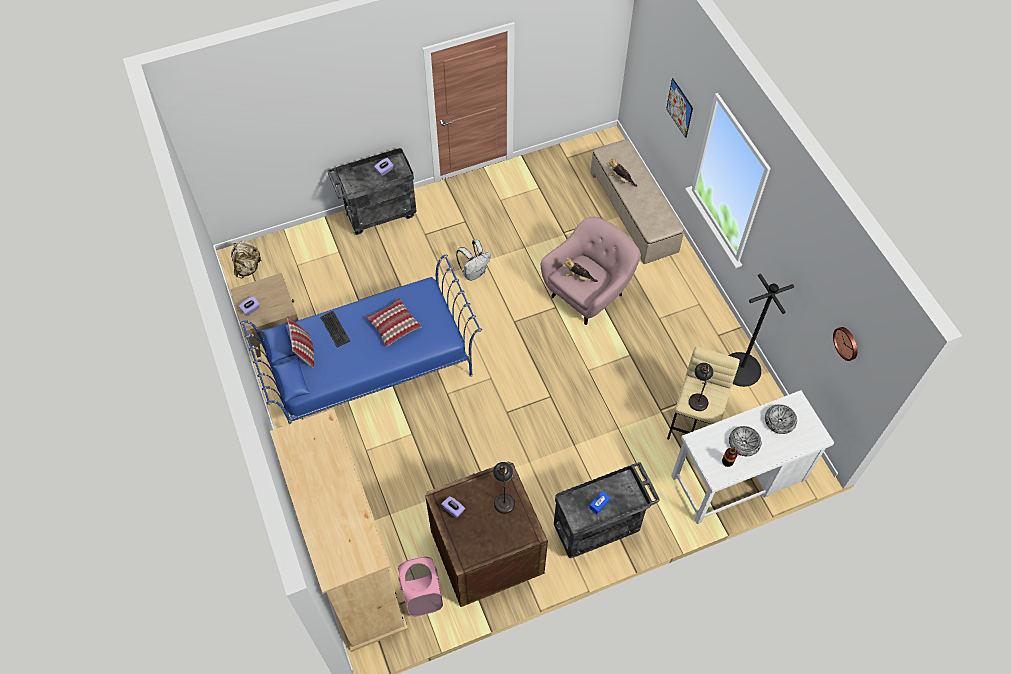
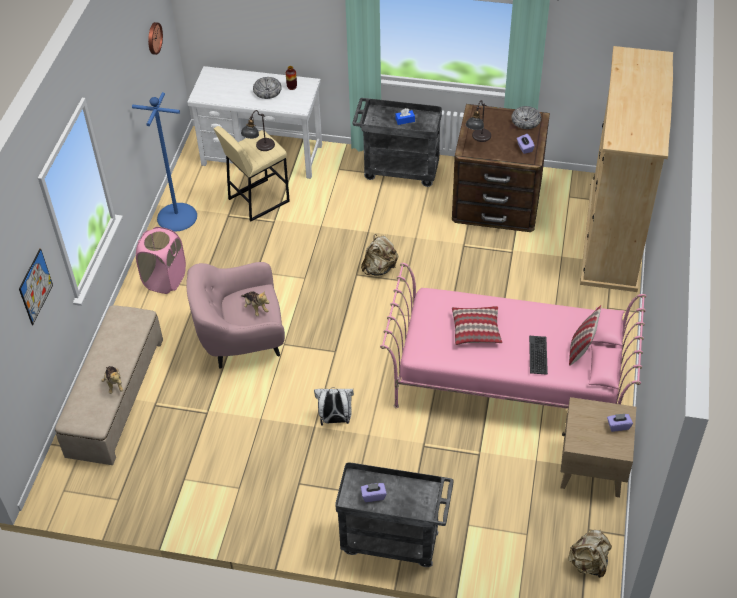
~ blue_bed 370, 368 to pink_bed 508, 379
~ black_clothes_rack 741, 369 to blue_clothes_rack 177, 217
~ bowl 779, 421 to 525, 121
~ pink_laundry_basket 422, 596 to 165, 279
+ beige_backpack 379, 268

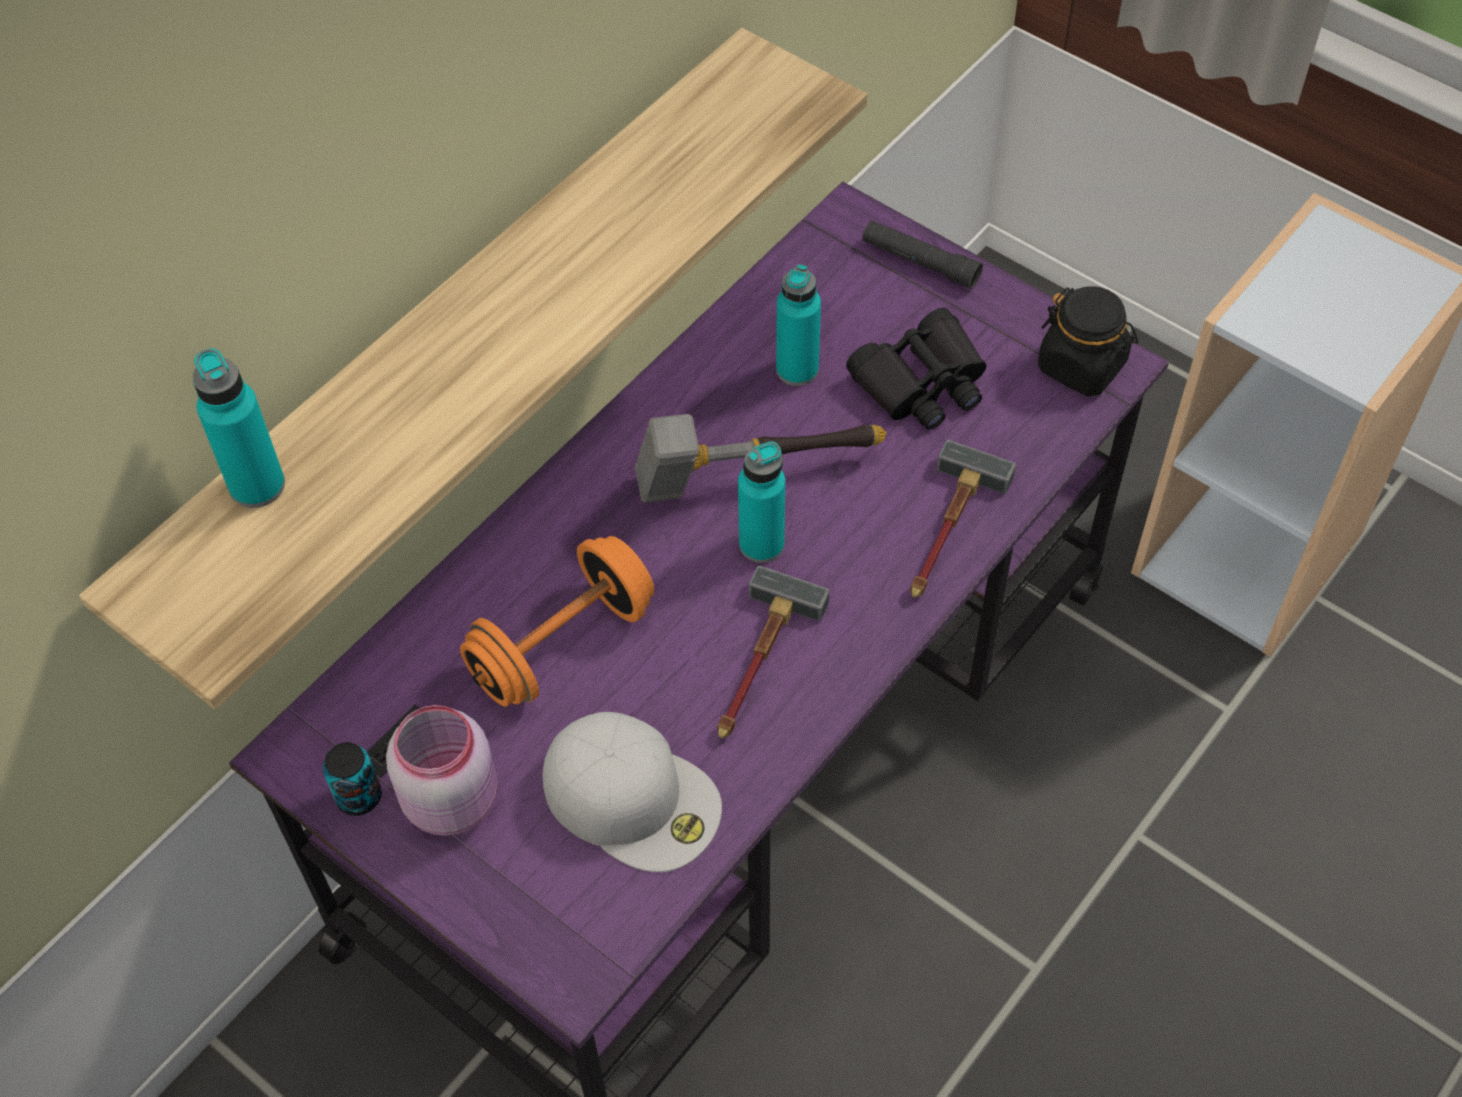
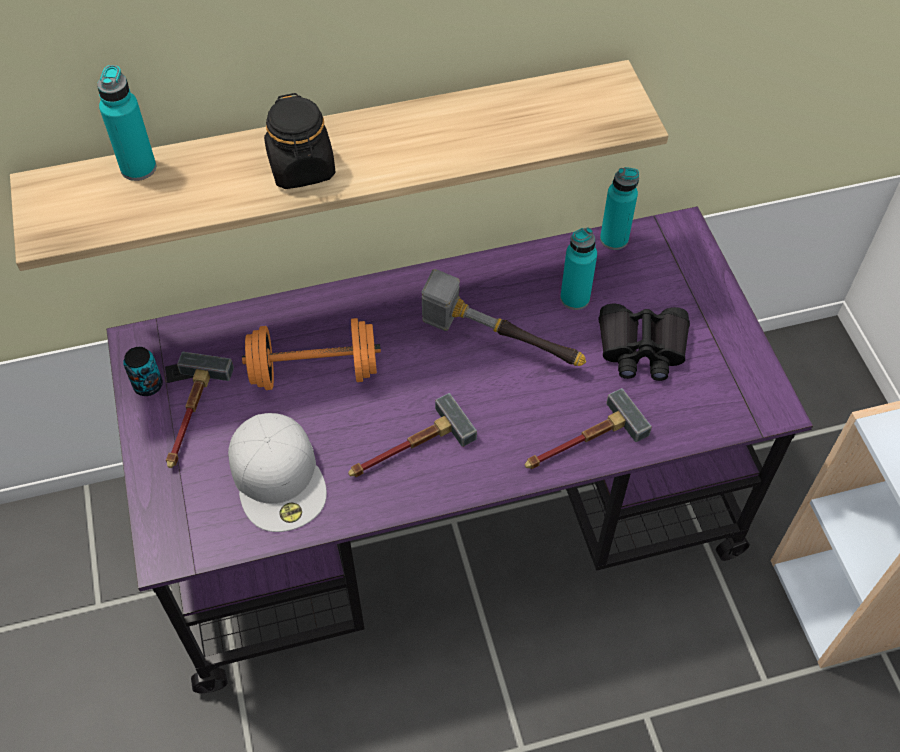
- black_flashlight 920, 262
~ black_jar 1082, 366 to 302, 168
~ turquoise_bottle 761, 544 to 614, 239
~ pink_jar 452, 798 to hammer 191, 416

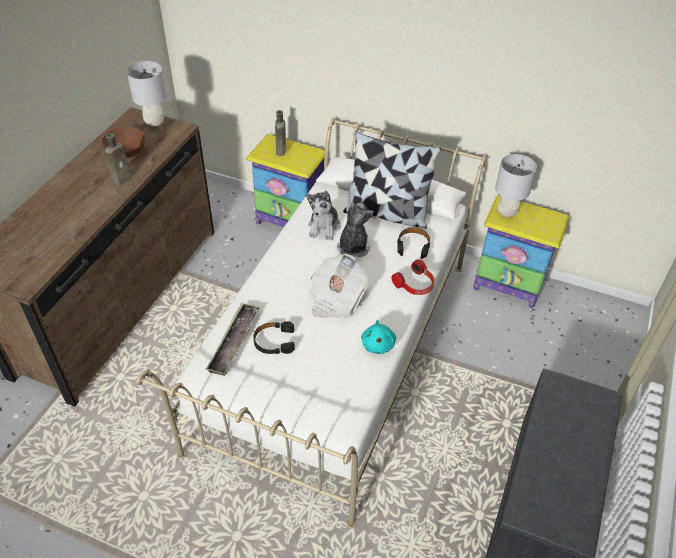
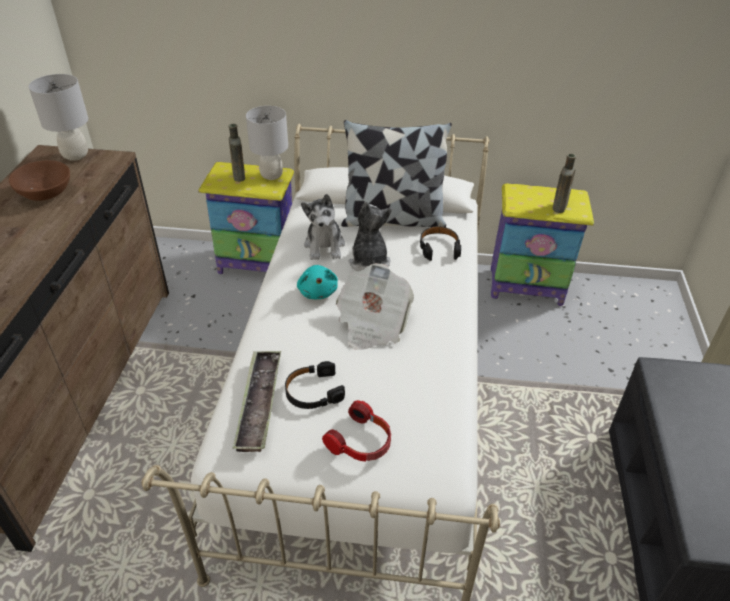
~ brown_bottle 123, 179 to 559, 206
~ grey_table_lamp 507, 212 to 272, 176
~ headphones 415, 285 to 361, 442
~ turquoise_plush_toy 378, 344 to 318, 291

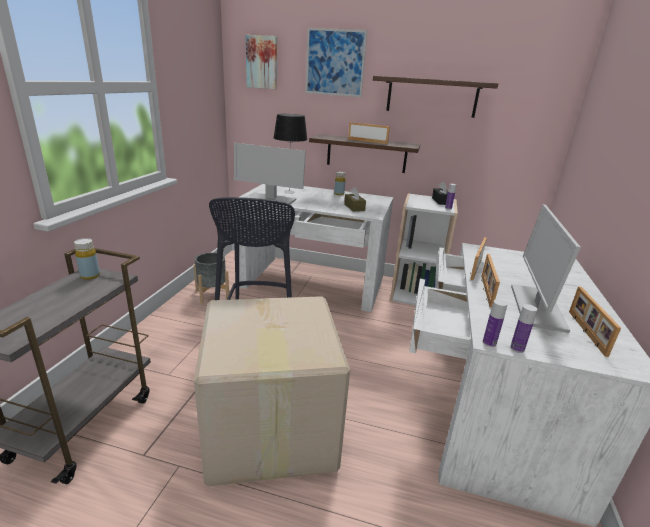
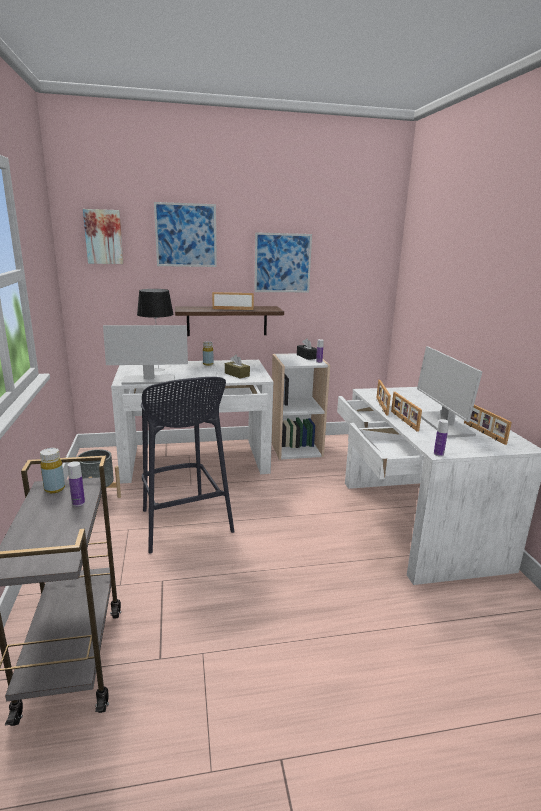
~ shelf 431, 97 to picture 282, 263
- cardboard_box 269, 430
~ bottle 517, 348 to 78, 503

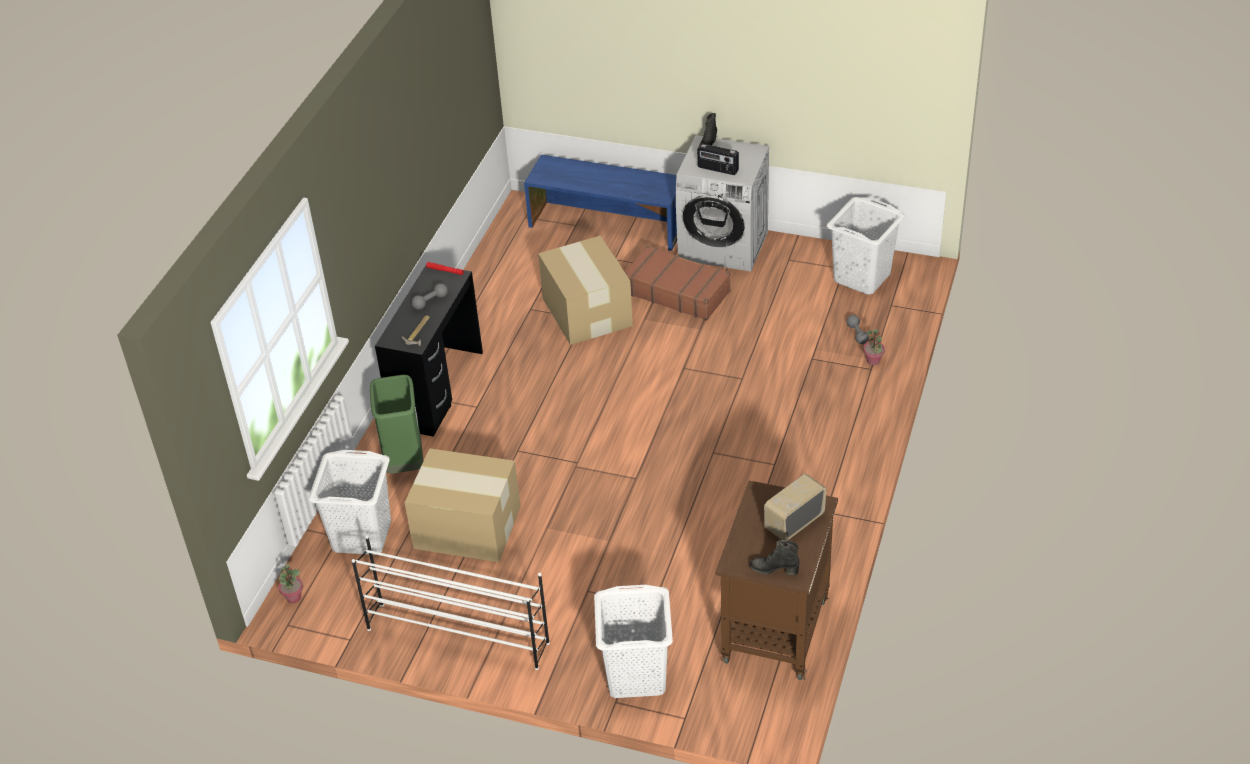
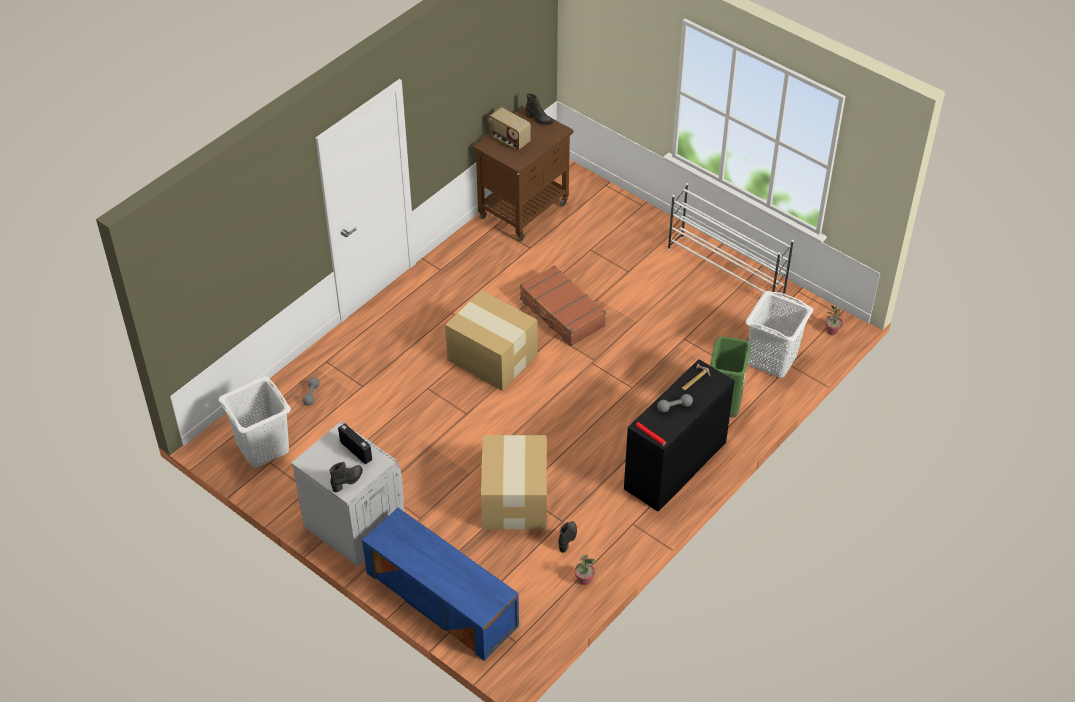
~ brown_suitcase 677, 292 to 562, 313
~ potted_plant 873, 360 to 584, 579
~ cardboard_box 468, 528 to 491, 356
~ radio 793, 522 = 509, 140 60 degrees clockwise
- white_laundry_basket 636, 676
+ black_boot 568, 539

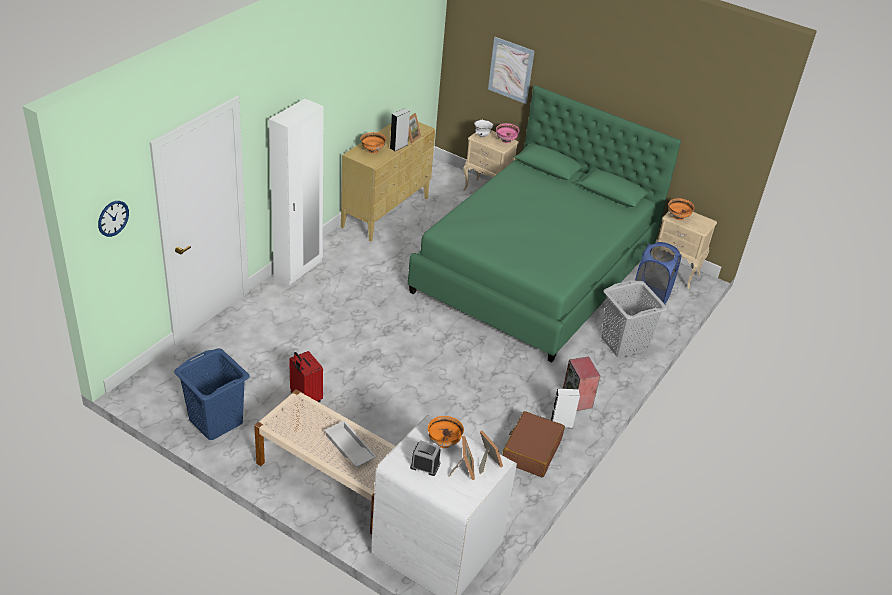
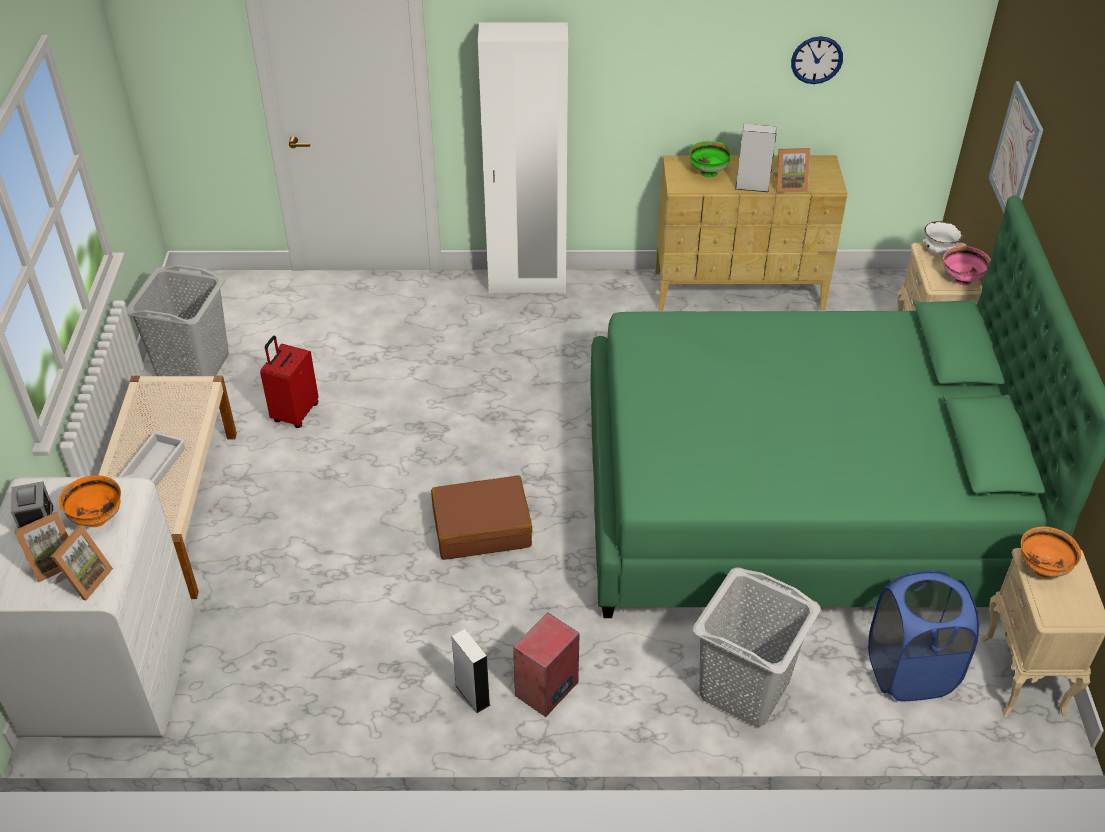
~ orange_bowl 372, 151 to green_bowl 708, 172
~ wall_clock 113, 218 to 816, 60
~ blue_laundry_basket 216, 421 to grey_laundry_basket 193, 366
~ brown_suitcase 531, 450 to 482, 527

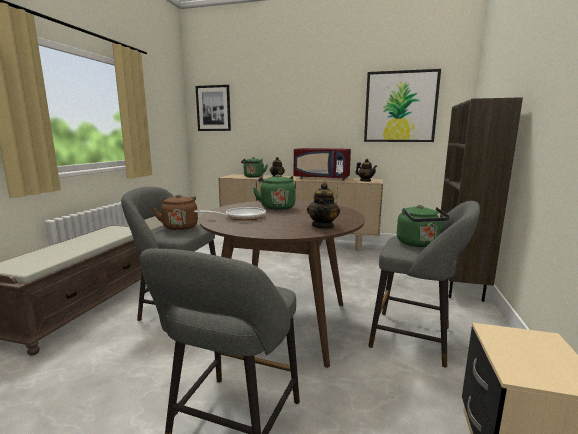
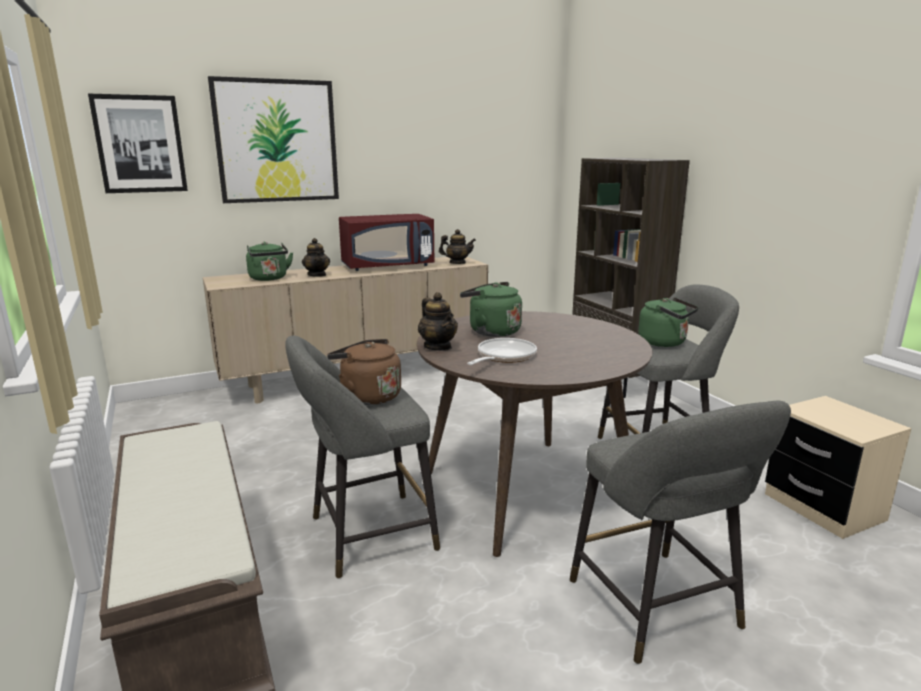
~ picture 400, 107 to 277, 141
~ teapot 323, 226 to 438, 347

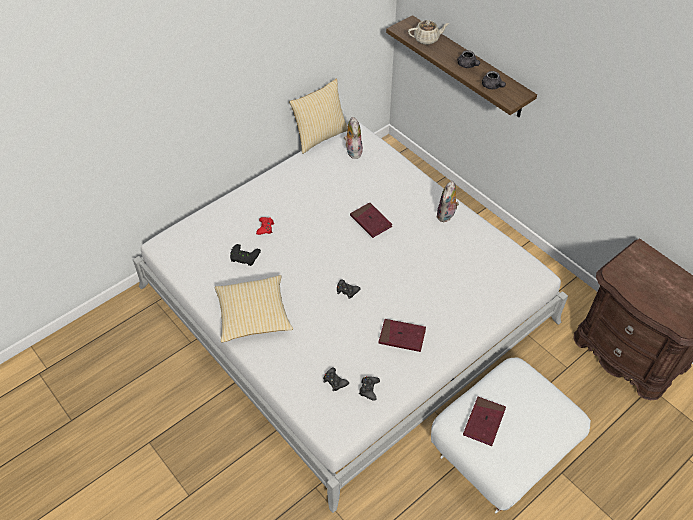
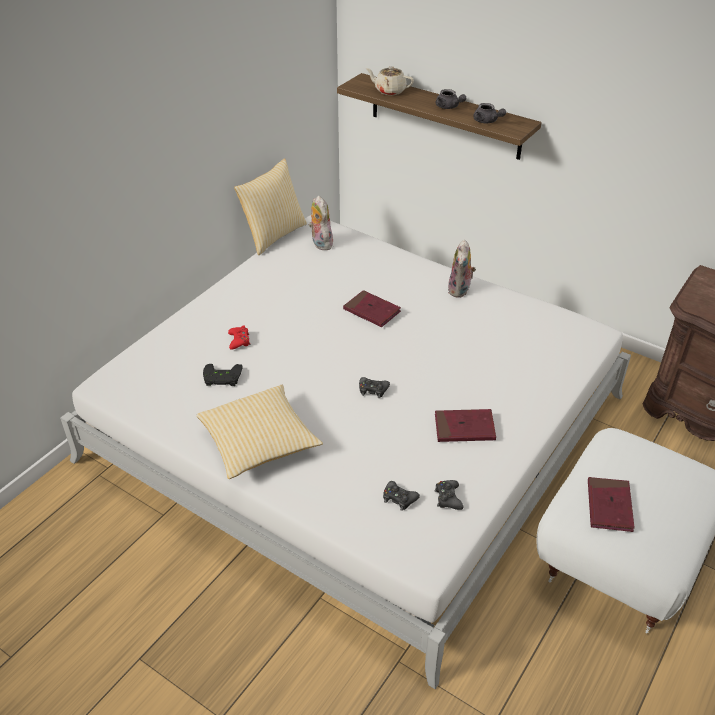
~ beige_teapot 427, 39 = 389, 91 135 degrees counterclockwise

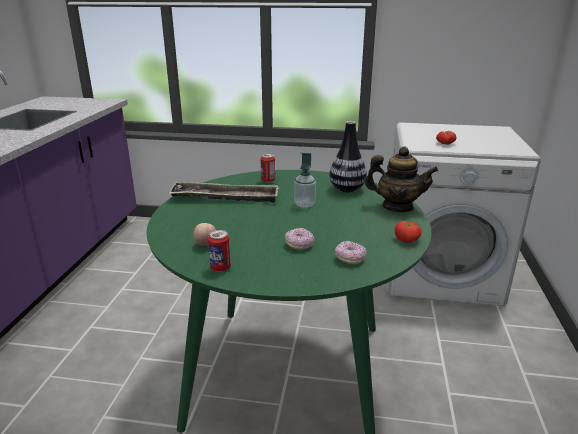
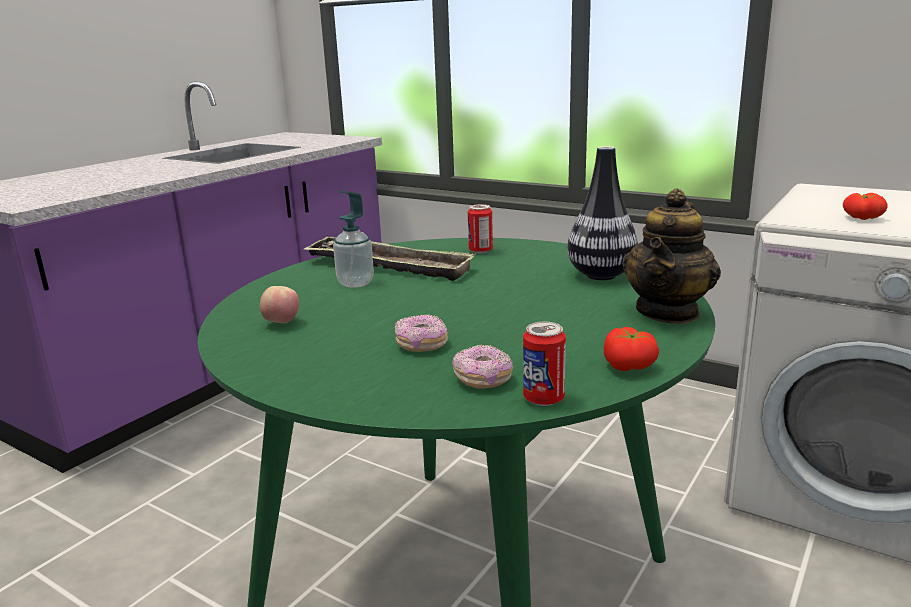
~ teapot 397, 207 = 668, 312 75 degrees clockwise
~ soap_dispenser 304, 204 to 355, 283
~ can 220, 268 to 543, 399

